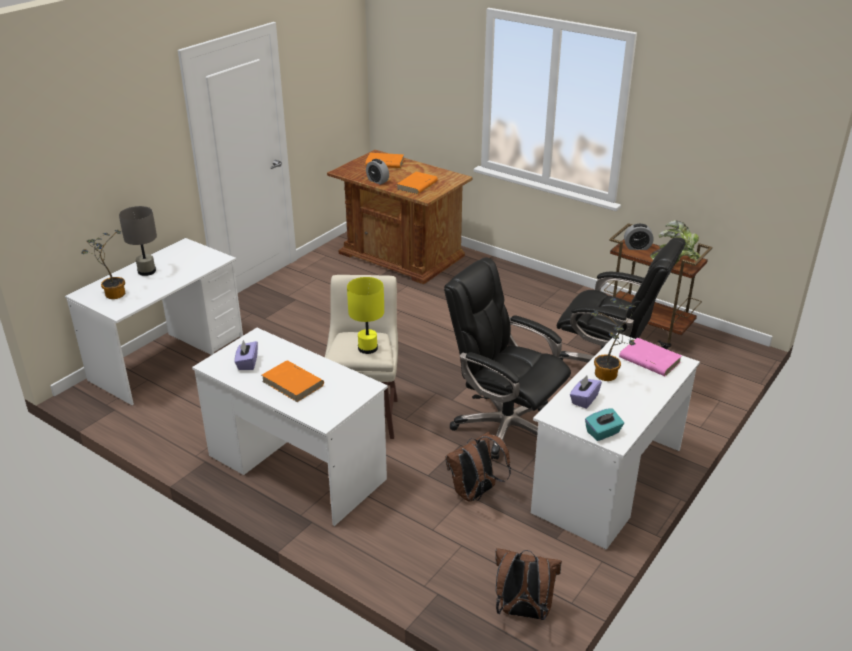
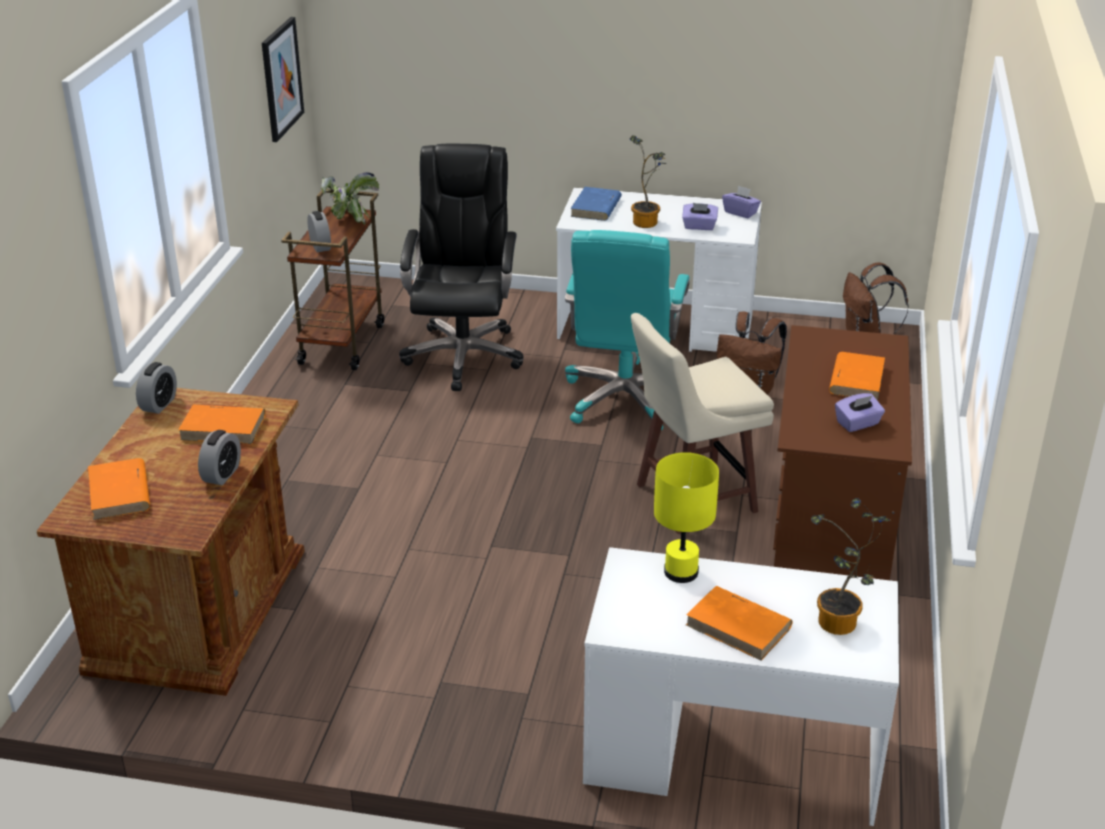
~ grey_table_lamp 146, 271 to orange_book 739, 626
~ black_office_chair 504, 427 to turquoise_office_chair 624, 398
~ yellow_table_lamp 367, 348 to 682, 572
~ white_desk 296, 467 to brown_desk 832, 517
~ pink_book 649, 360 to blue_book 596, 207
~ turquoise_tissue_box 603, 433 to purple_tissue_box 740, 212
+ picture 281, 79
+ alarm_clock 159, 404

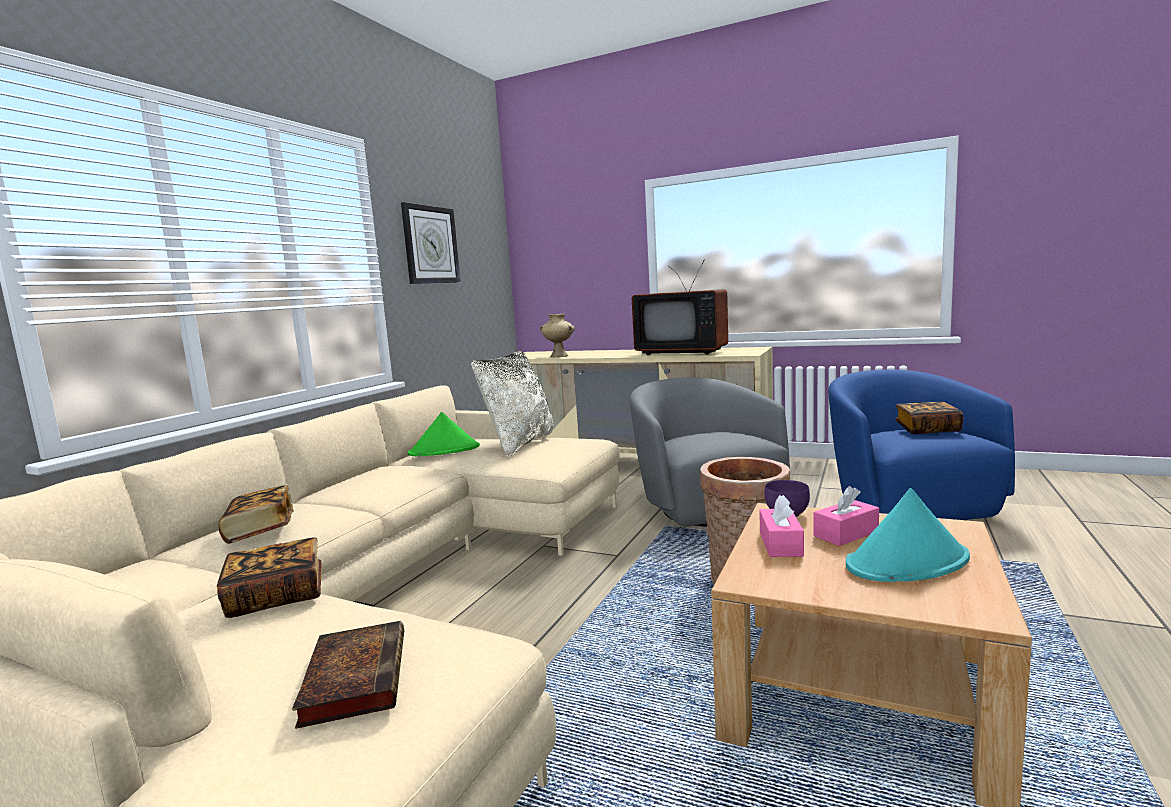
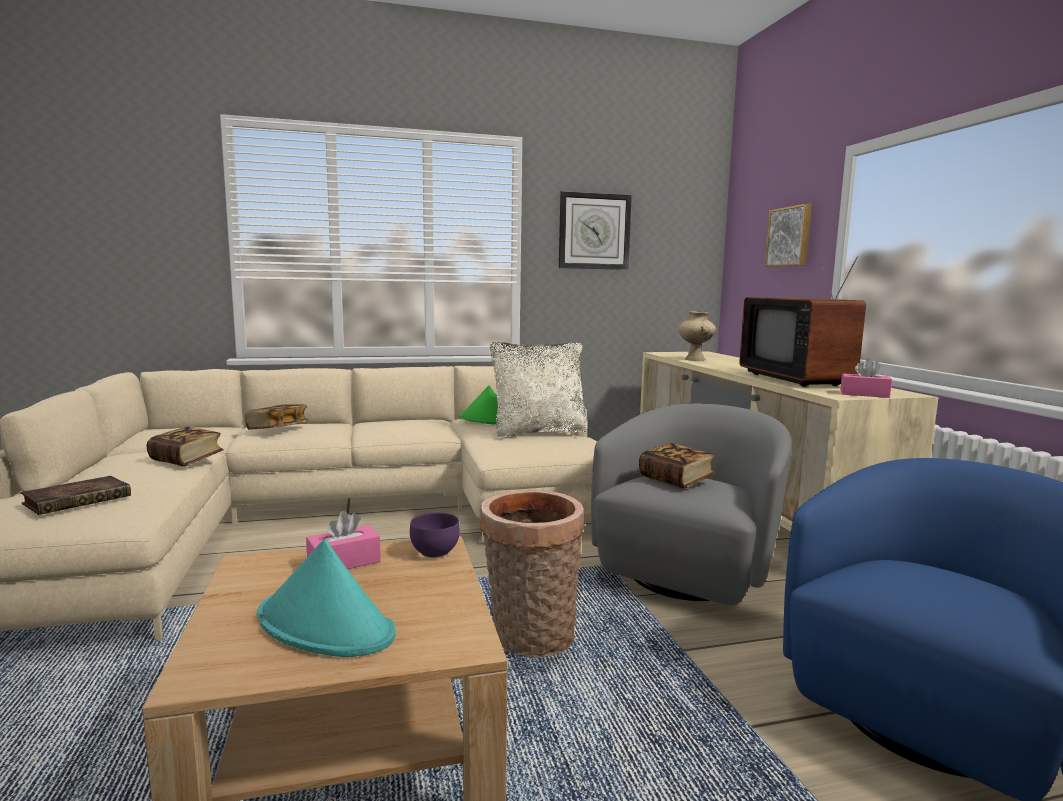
~ book 927, 430 to 676, 480
~ pink_tissue_box 846, 534 to 864, 394
+ picture 790, 237

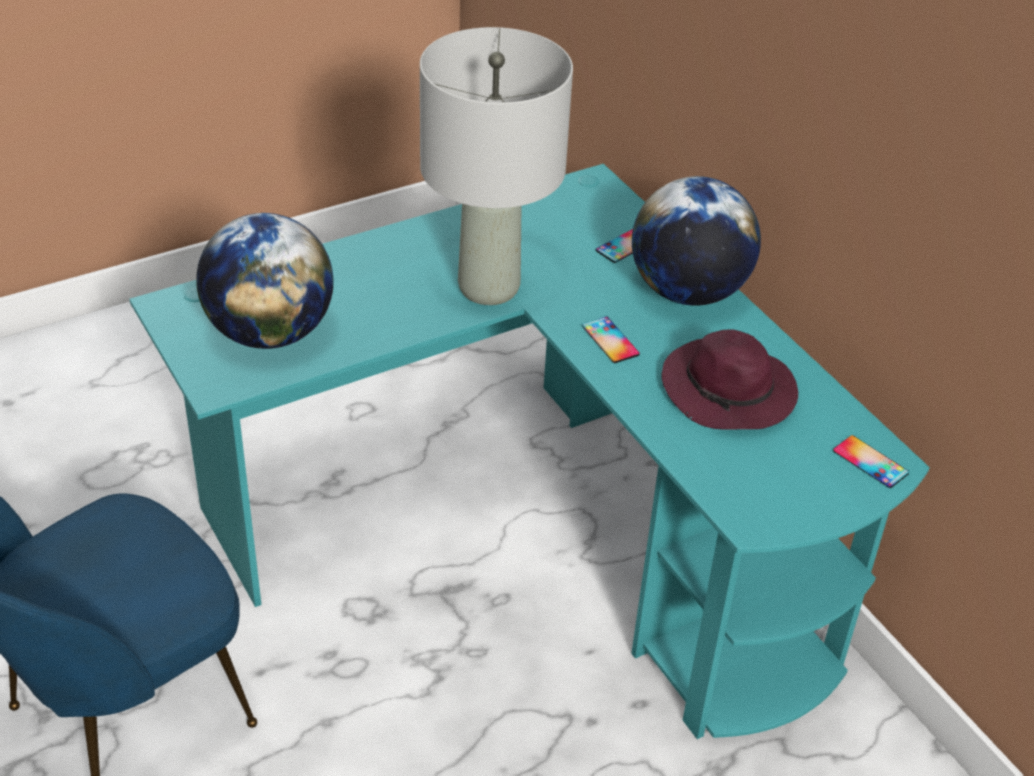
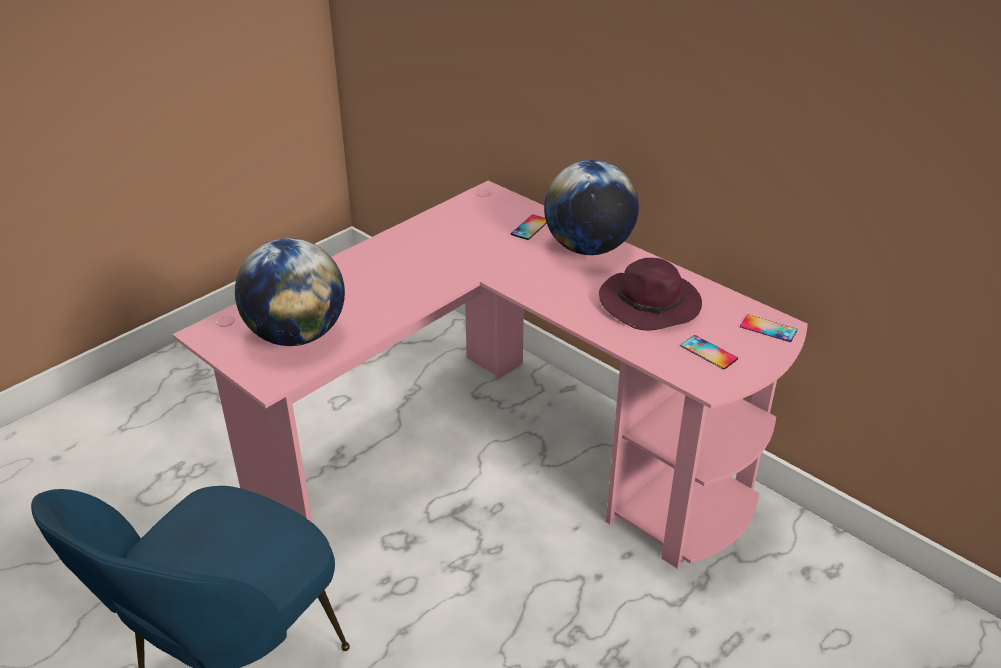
- grey_table_lamp 490, 287
~ turquoise_desk 536, 533 to pink_desk 503, 456
~ phone 610, 340 to 708, 352

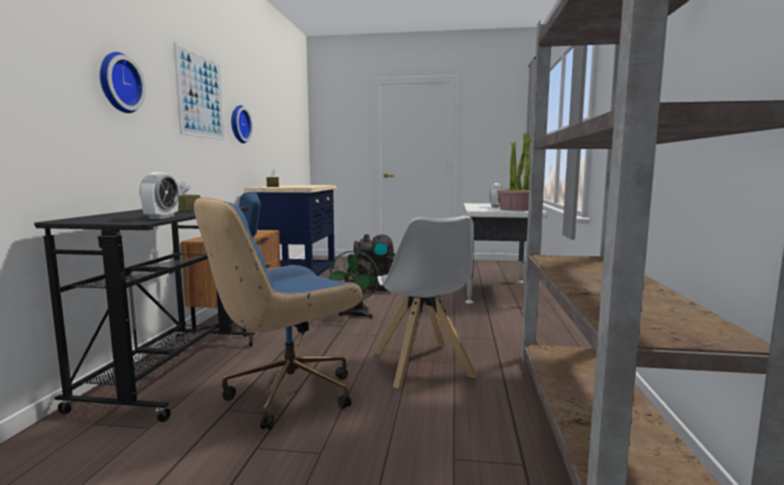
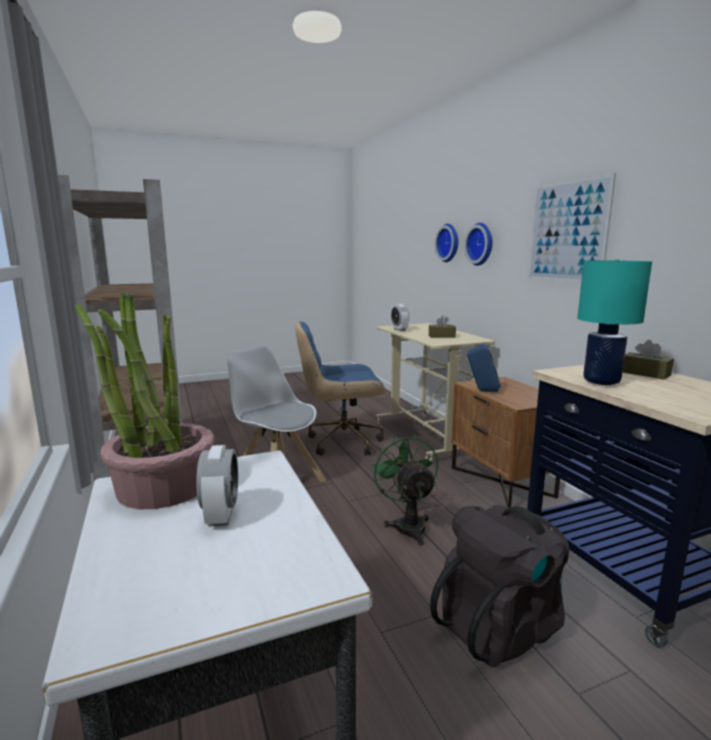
~ wall_clock 238, 124 to 449, 243
~ blue_office_chair 287, 396 = 341, 442 120 degrees counterclockwise
~ black_desk 172, 373 to beige_desk 427, 437
+ turquoise_table_lamp 601, 383

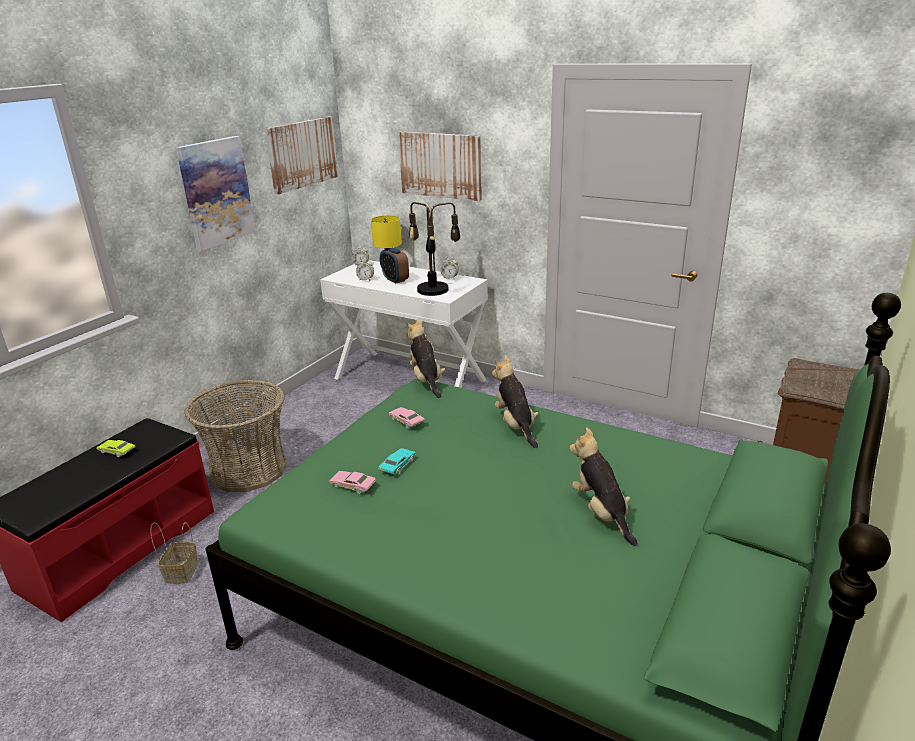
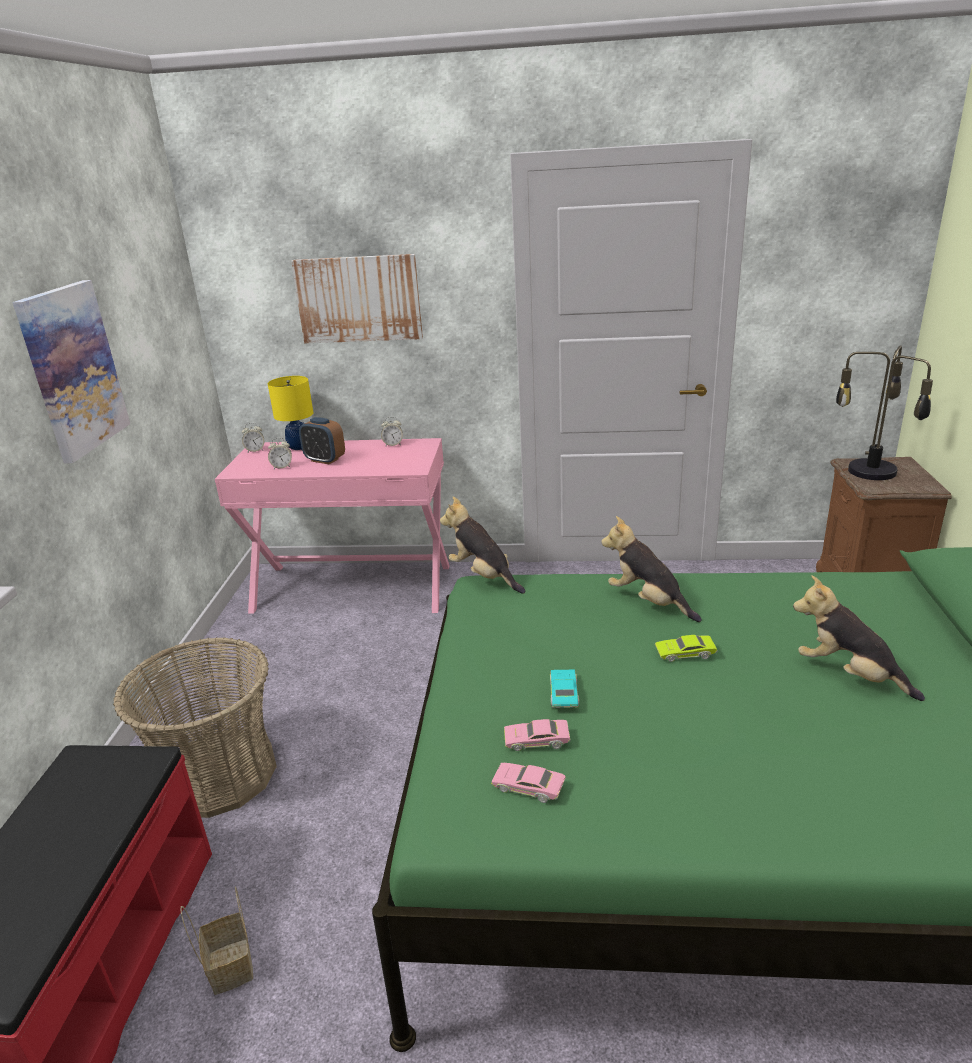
- picture 302, 154
~ table_lamp 433, 290 to 872, 471
~ white_desk 410, 379 to pink_desk 353, 587
~ pink_toy_car 406, 420 to 528, 786
~ green_toy_car 117, 451 to 685, 653

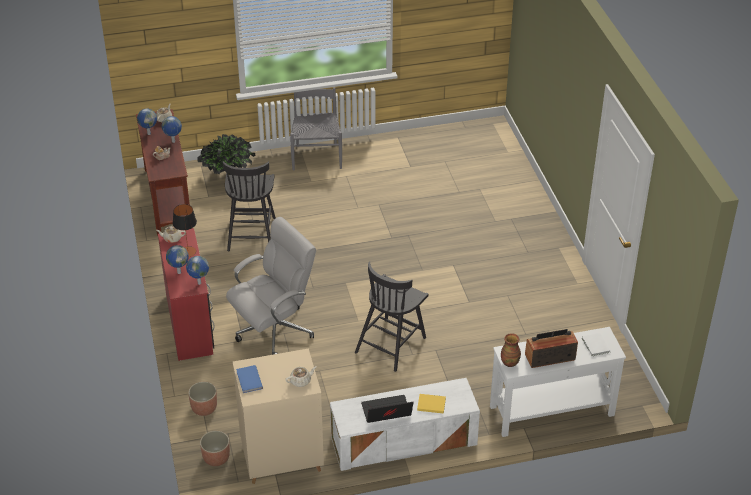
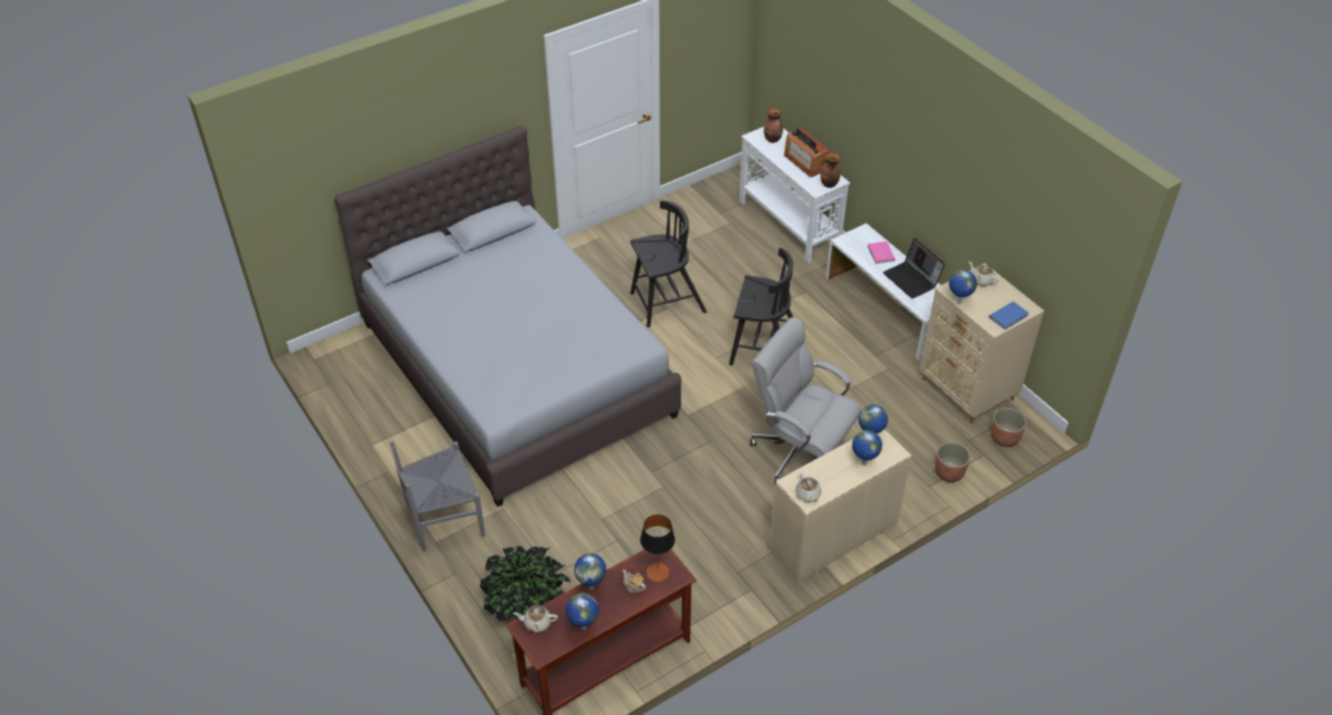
~ black_chair 251, 233 to 666, 303
~ table_lamp 188, 251 to 657, 572
~ red_desk 190, 323 to beige_desk 832, 535
~ white_book 595, 346 to vase 773, 139
~ yellow_book 430, 404 to pink_book 880, 254
+ grey_bed 516, 369
+ globe 958, 303

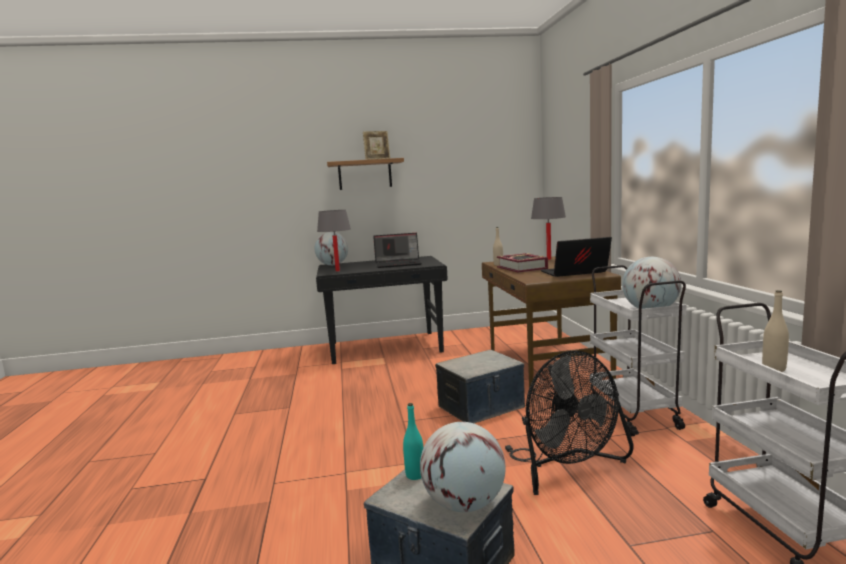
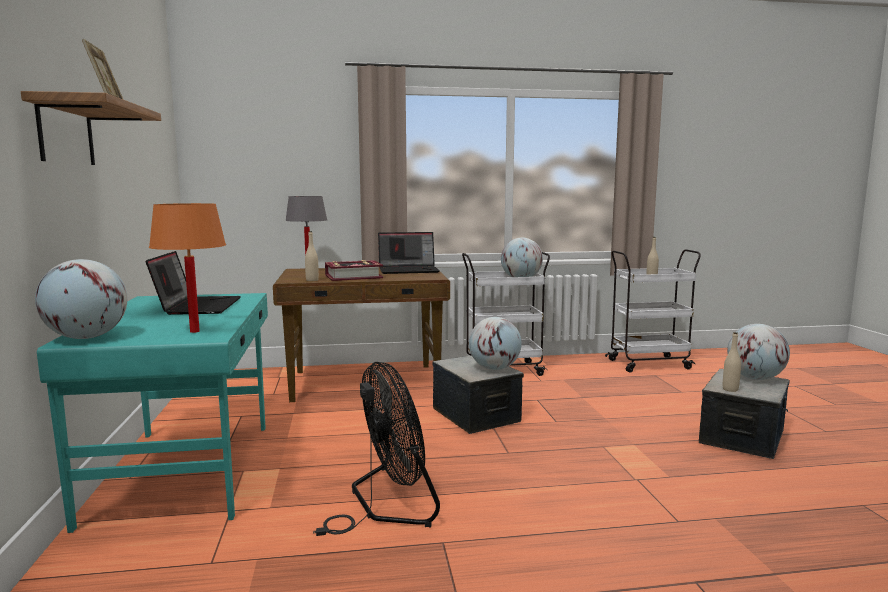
~ grey_table_lamp 337, 271 to orange_table_lamp 194, 331
~ laptop 574, 273 = 409, 270 90 degrees counterclockwise
~ black_desk 386, 347 to turquoise_desk 187, 470
~ black_fan 562, 468 to 381, 502
~ turquoise_bottle 415, 475 to beige_bottle 730, 389
+ globe 494, 368

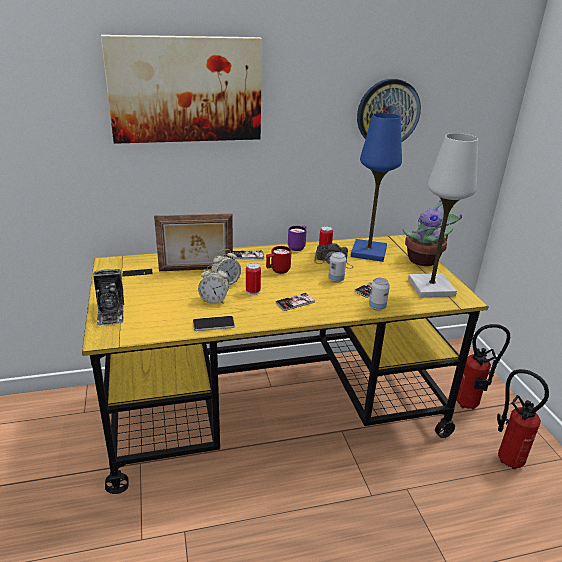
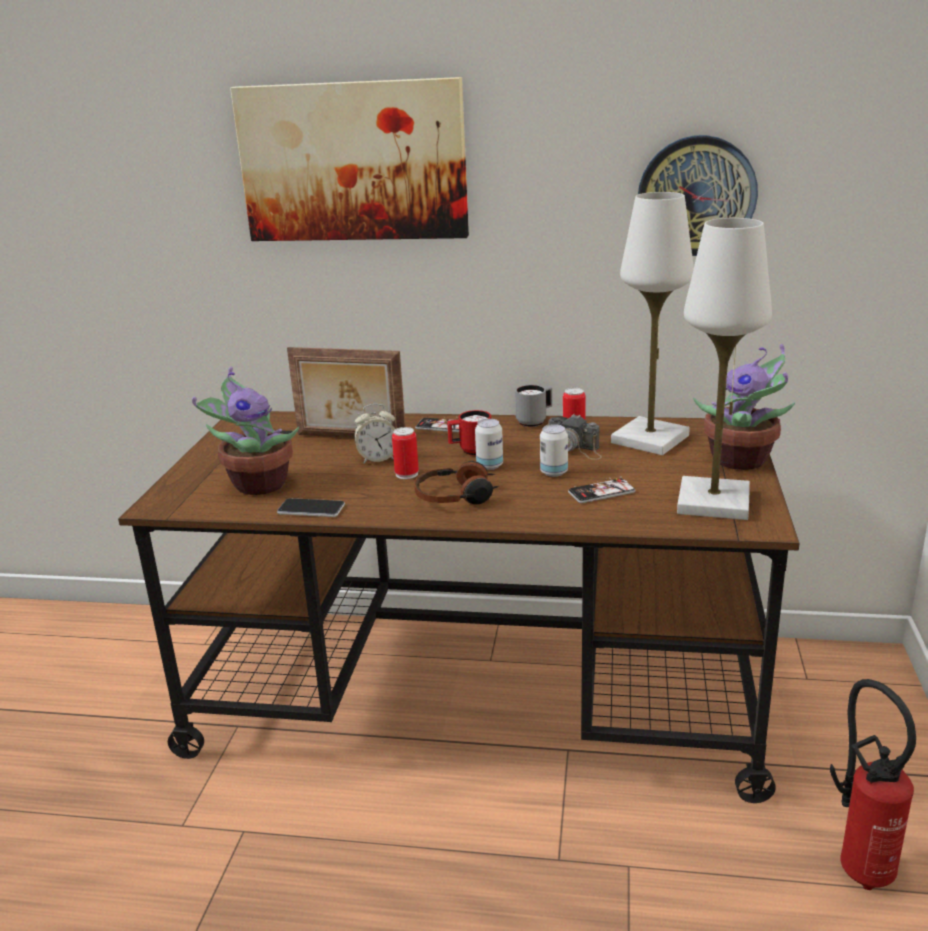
~ blue_table_lamp 368, 252 to white_table_lamp 650, 439
~ purple_mug 297, 246 to grey_mug 535, 421
~ yellow_desk 274, 411 to brown_desk 474, 696
- alarm_clock 214, 300
- photo_camera 110, 312
~ can 377, 307 to 489, 465
~ phone 295, 302 to headphones 456, 496
- fire_extinguisher 471, 405
+ potted_plant 257, 484

